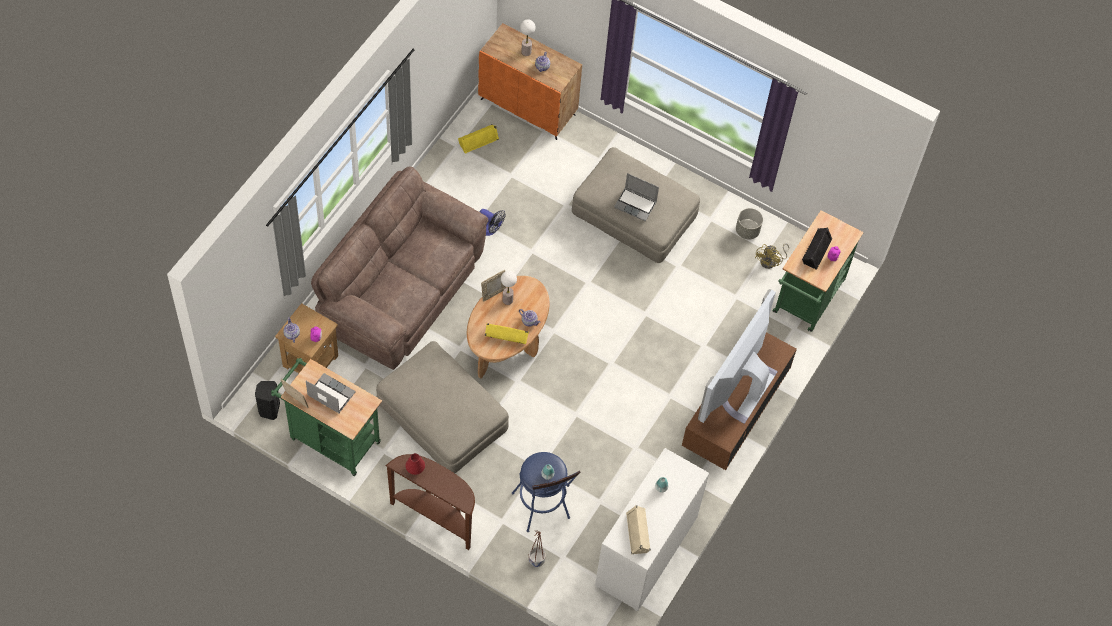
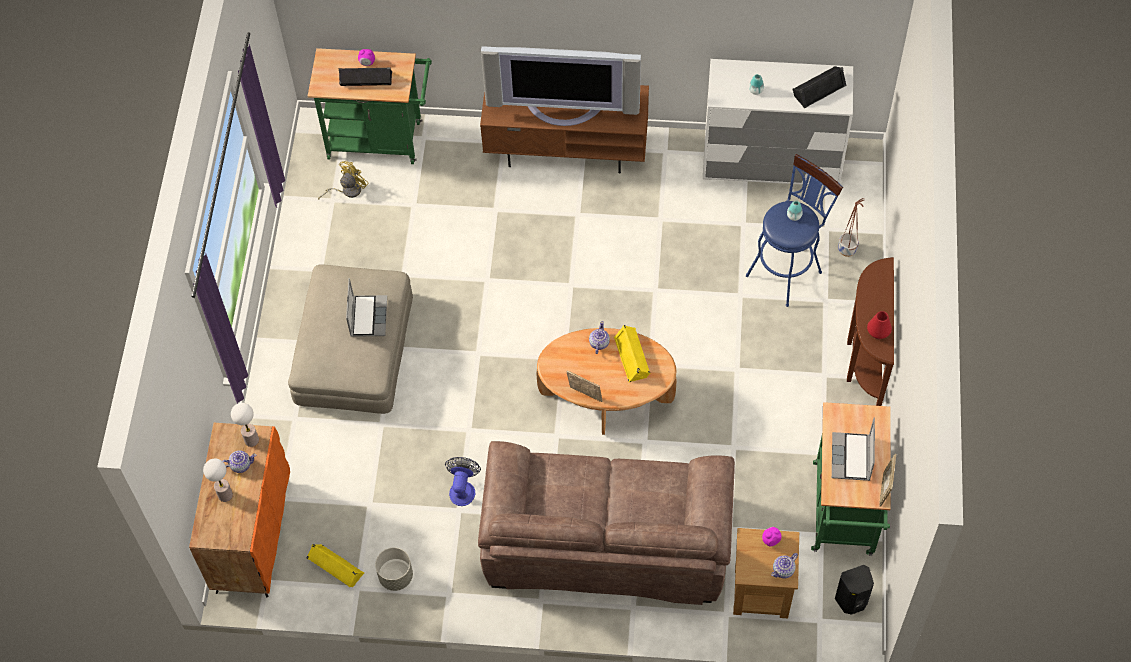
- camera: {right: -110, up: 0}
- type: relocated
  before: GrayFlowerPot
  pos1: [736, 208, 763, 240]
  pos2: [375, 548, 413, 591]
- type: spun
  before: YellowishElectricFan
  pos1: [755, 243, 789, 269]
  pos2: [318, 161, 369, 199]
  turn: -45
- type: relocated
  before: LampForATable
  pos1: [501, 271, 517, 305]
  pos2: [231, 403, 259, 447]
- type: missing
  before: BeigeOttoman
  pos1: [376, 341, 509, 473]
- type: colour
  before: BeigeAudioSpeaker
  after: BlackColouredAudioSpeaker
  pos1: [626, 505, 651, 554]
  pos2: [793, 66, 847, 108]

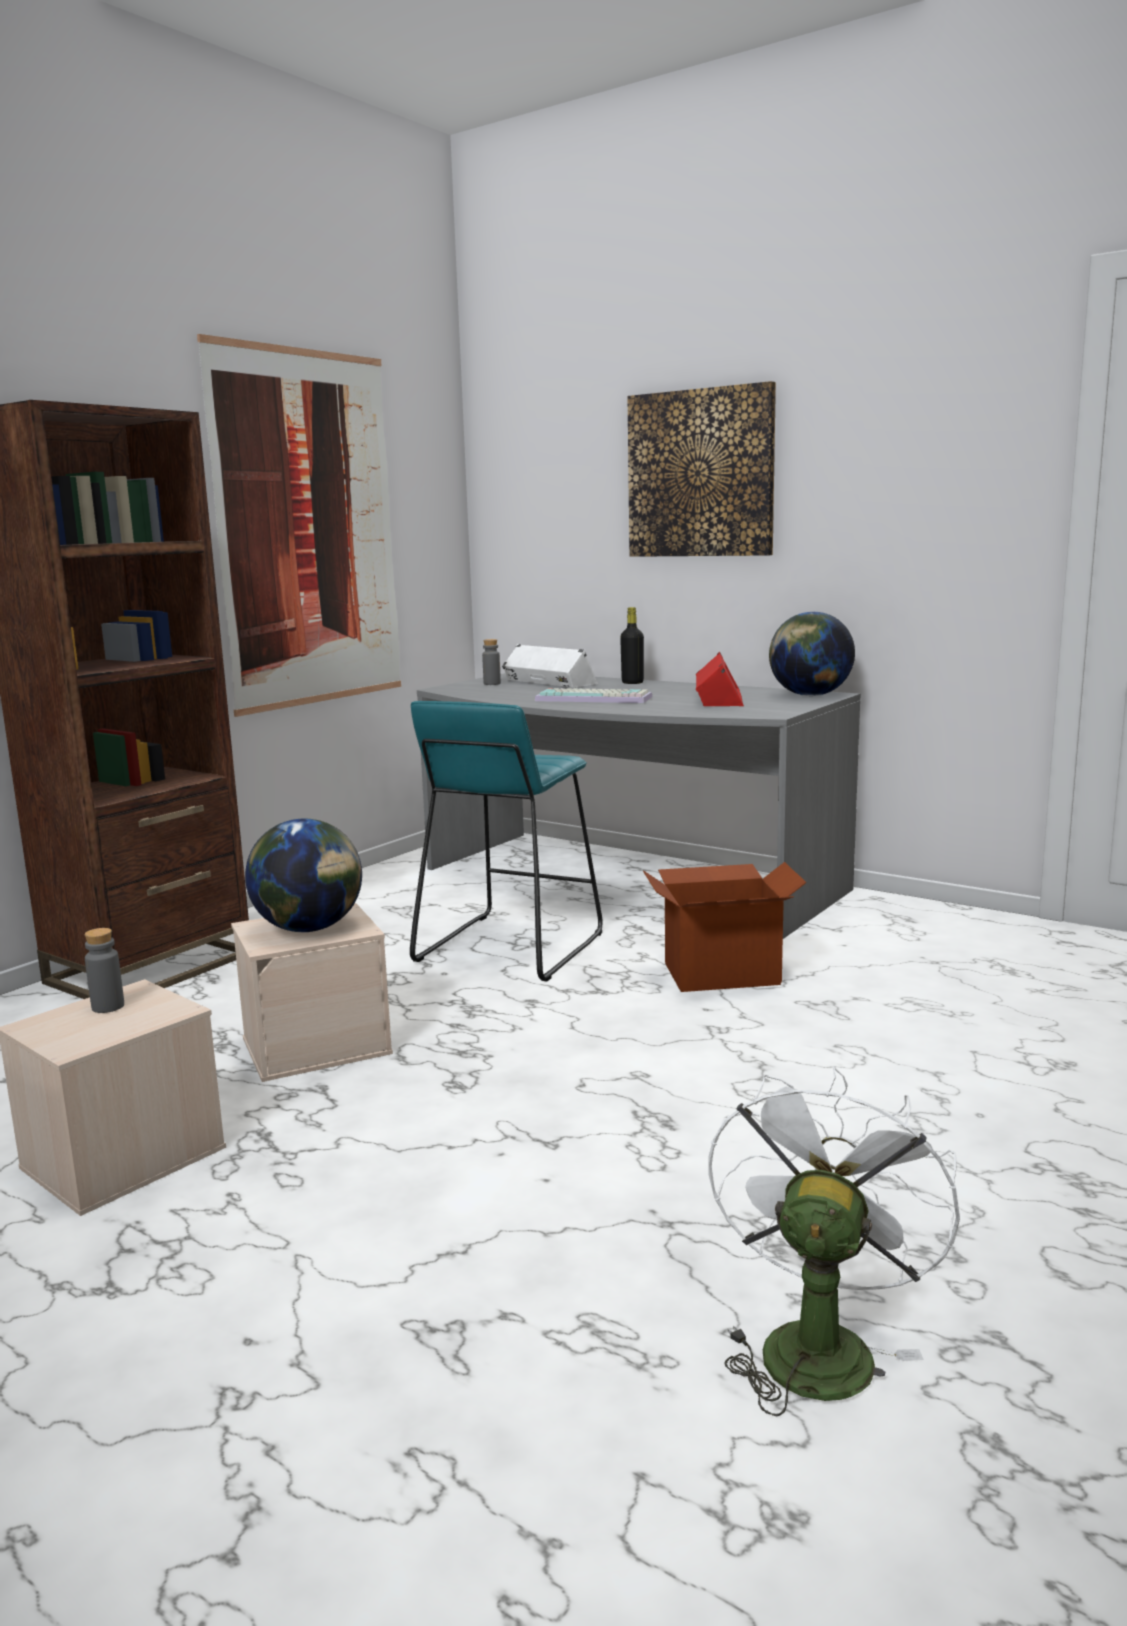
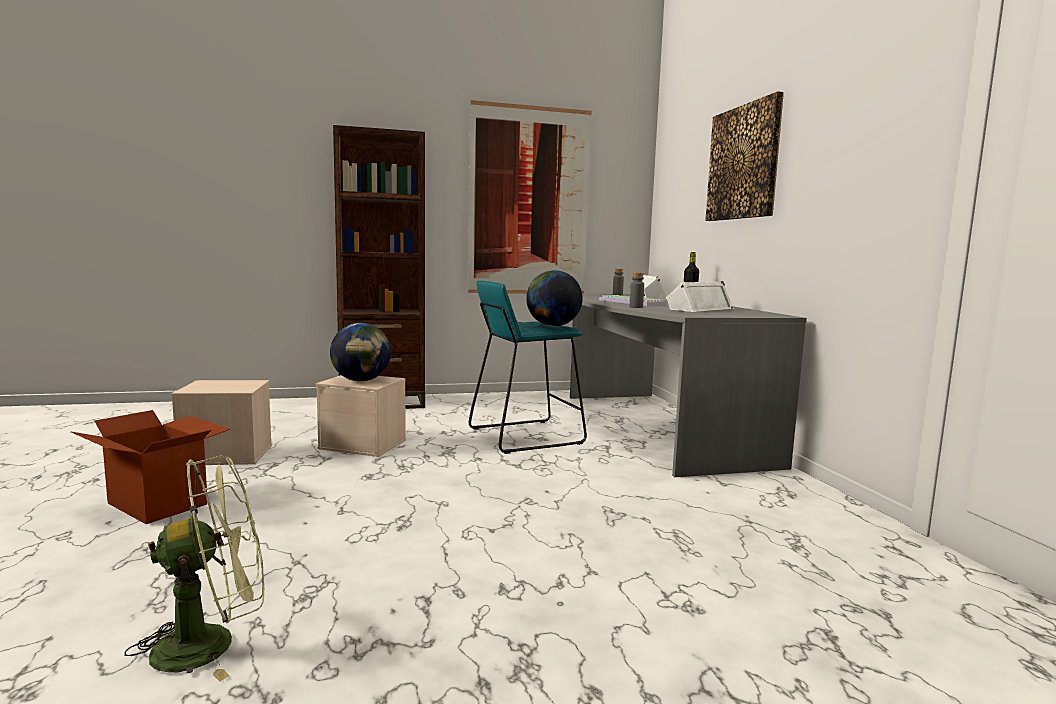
- camera: {right: 40, up: -5}
- type: relocated
  before: Globe
  pos1: [769, 612, 855, 696]
  pos2: [526, 270, 583, 326]
- type: colour
  before: RedColouredAudioSpeaker
  after: WhiteColouredAudioSpeaker
  pos1: [696, 652, 744, 706]
  pos2: [666, 281, 734, 312]
- type: relocated
  before: CardboardBox
  pos1: [643, 862, 807, 992]
  pos2: [70, 410, 231, 524]
- type: relocated
  before: GrayBeverageBottle
  pos1: [85, 928, 124, 1013]
  pos2: [630, 273, 644, 308]
- type: colour
  before: WhiteColouredElectricFan
  after: GreenElectricFan
  pos1: [709, 1066, 960, 1416]
  pos2: [124, 455, 264, 682]

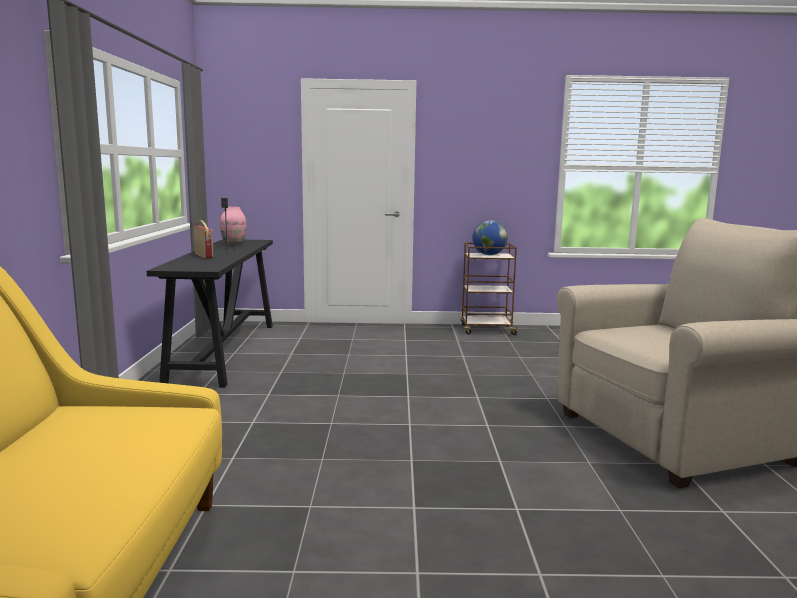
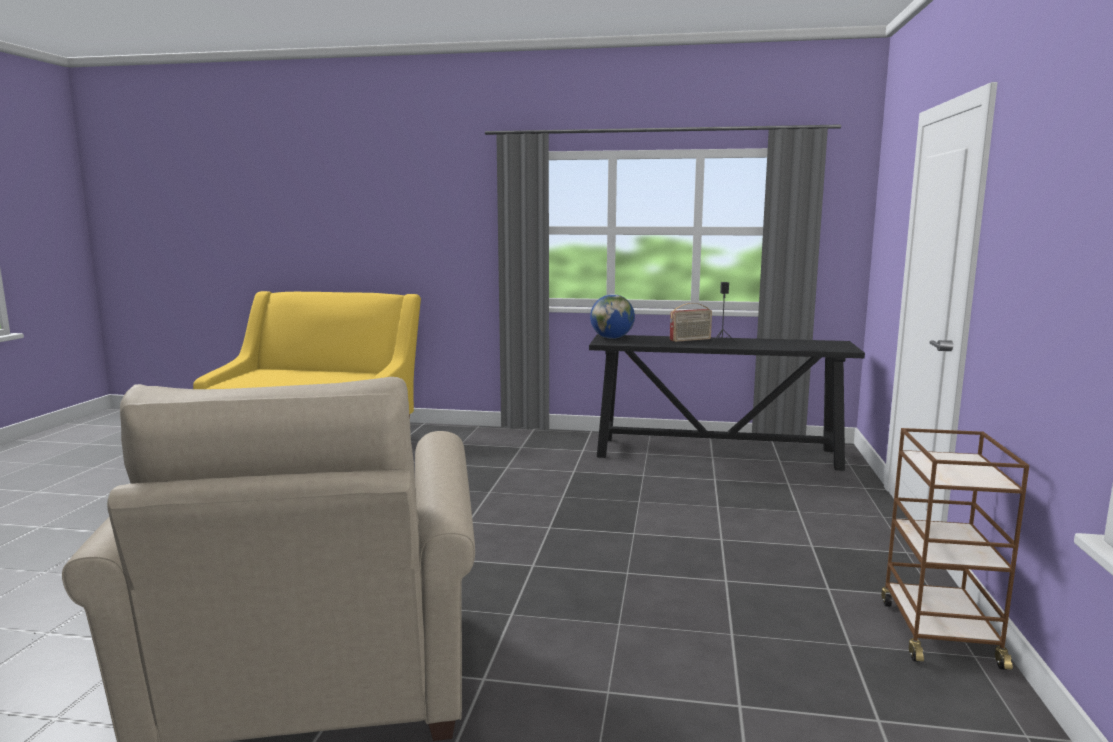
- camera: {right: 100, up: 0}
- type: missing
  before: PinkishFlowerVase
  pos1: [220, 207, 247, 245]
- type: relocated
  before: Globe
  pos1: [472, 220, 508, 255]
  pos2: [590, 294, 635, 339]

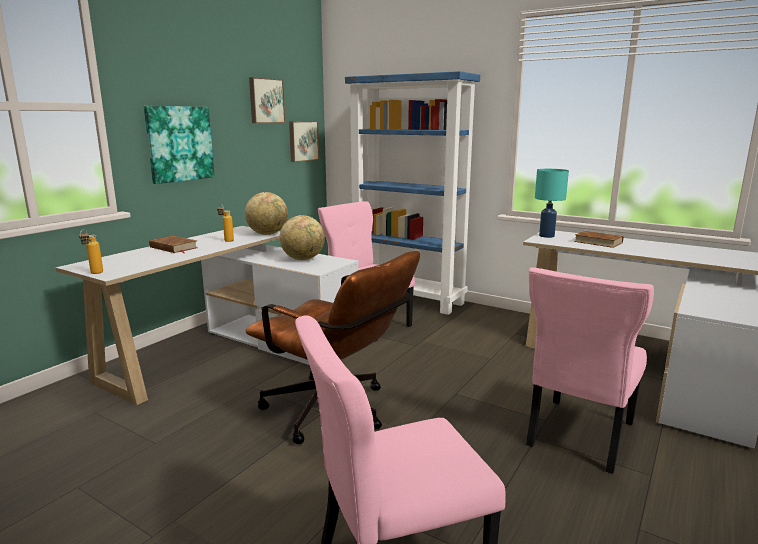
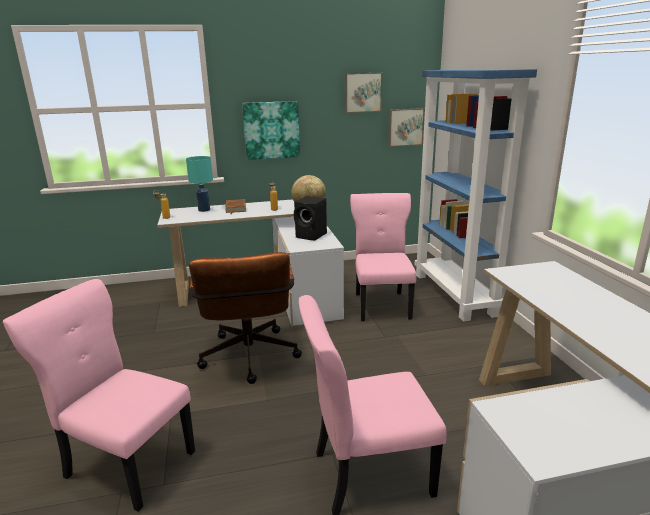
- camera: {right: 45, up: 5}
- type: relocated
  before: BlueGreenLampForATable
  pos1: [535, 169, 569, 238]
  pos2: [186, 156, 213, 212]
- type: exchanged
  before: Globe
  after: BlackColouredAudioSpeaker
  pos1: [280, 215, 325, 260]
  pos2: [294, 196, 327, 240]
- type: missing
  before: BrownColouredBook
  pos1: [574, 231, 624, 248]

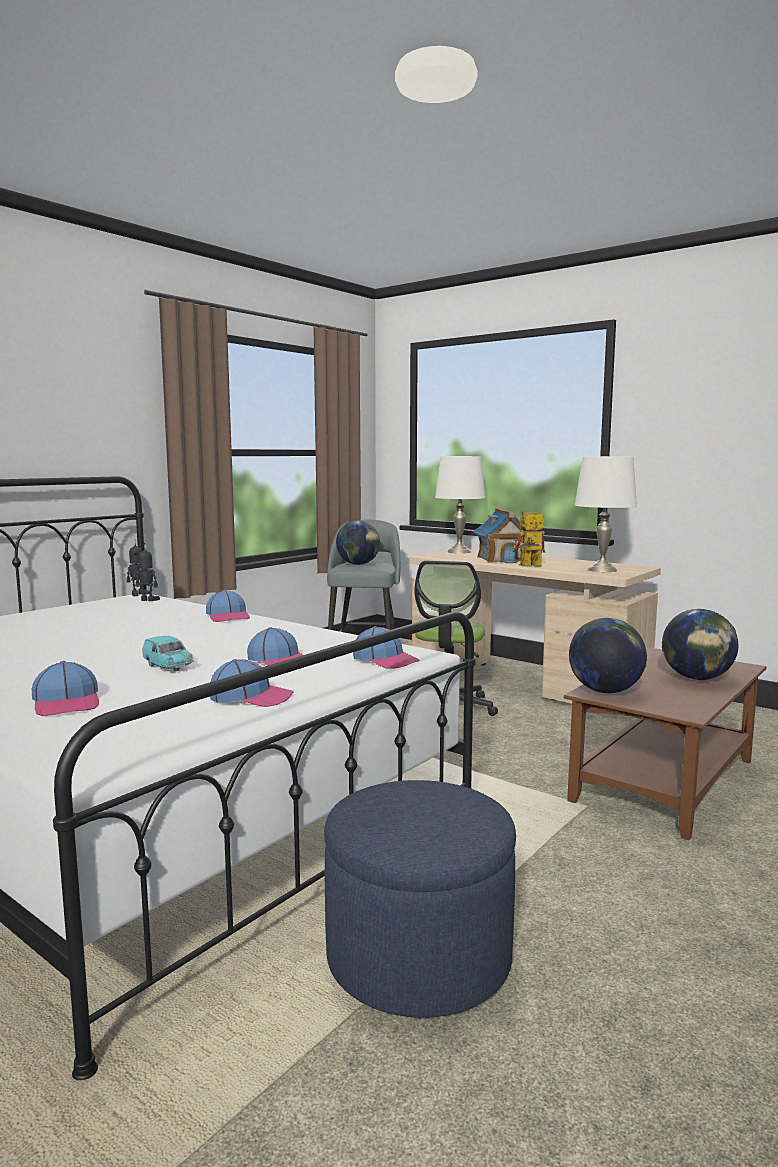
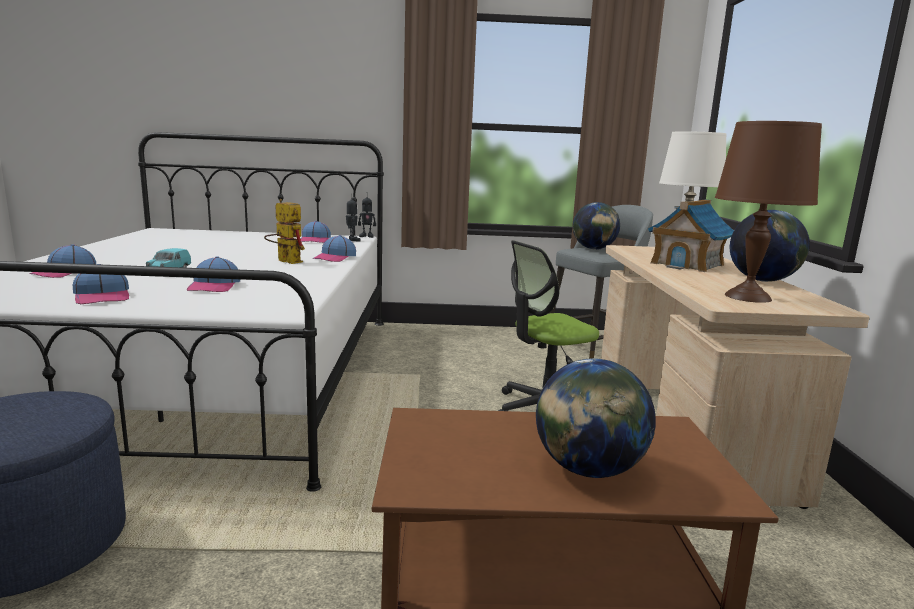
- camera: {right: 50, up: 5}
- type: colour
  before: WhiteColouredLampForATable
  after: BrownColouredLampForATable
  pos1: [575, 456, 637, 572]
  pos2: [715, 121, 822, 303]
- type: relocated
  before: RobotFigure
  pos1: [512, 510, 545, 567]
  pos2: [264, 199, 305, 264]
- type: relocated
  before: Globe
  pos1: [569, 618, 647, 693]
  pos2: [730, 210, 810, 282]
- type: relocated
  before: Cap
  pos1: [353, 626, 420, 668]
  pos2: [301, 221, 331, 243]

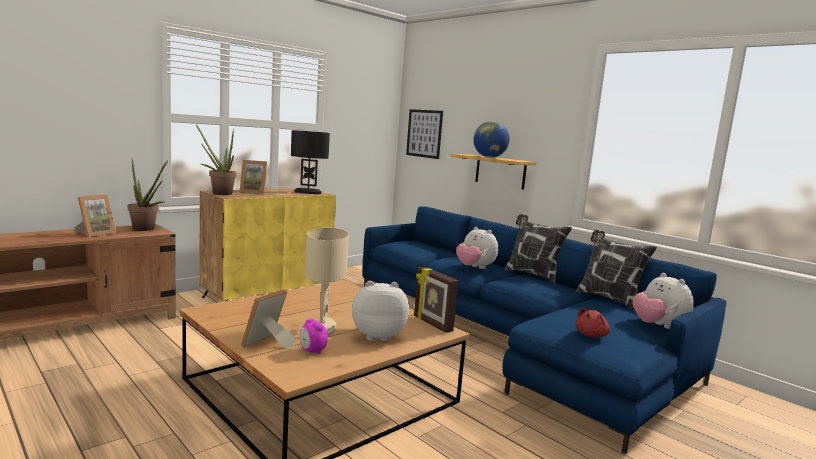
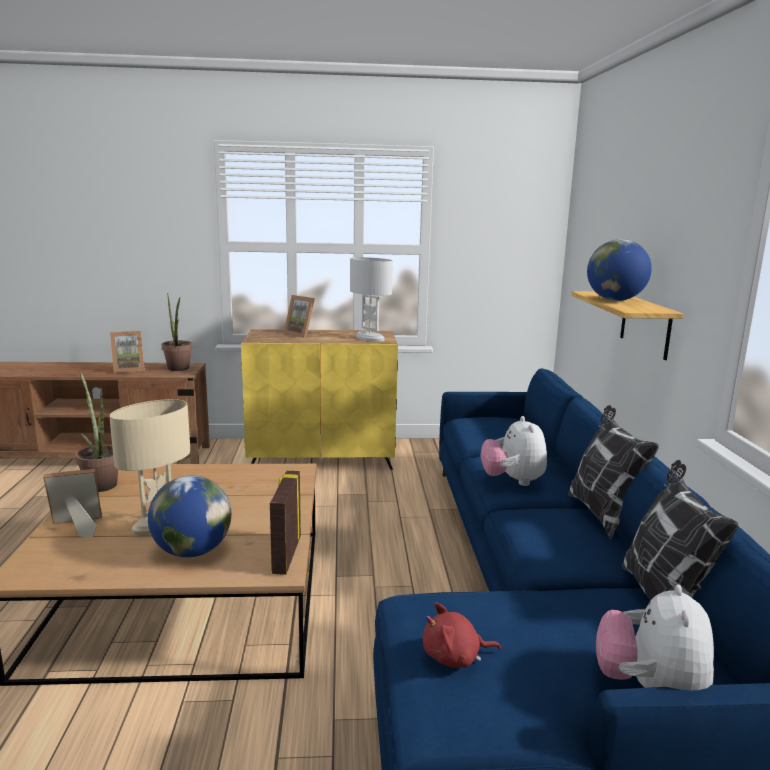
- camera: {right: 40, up: 5}
- type: missing
  before: Picture
  pos1: [406, 109, 443, 159]
- type: relocated
  before: PlantInAPot
  pos1: [196, 125, 236, 195]
  pos2: [75, 371, 118, 492]
- type: colour
  before: BlackColouredLampForATable
  after: WhiteColouredLampForATable
  pos1: [291, 130, 330, 194]
  pos2: [350, 257, 393, 342]
- type: exchanged
  before: PlushToy
  after: Globe
  pos1: [352, 281, 409, 341]
  pos2: [148, 476, 231, 557]
- type: missing
  before: TableClock
  pos1: [300, 319, 328, 354]

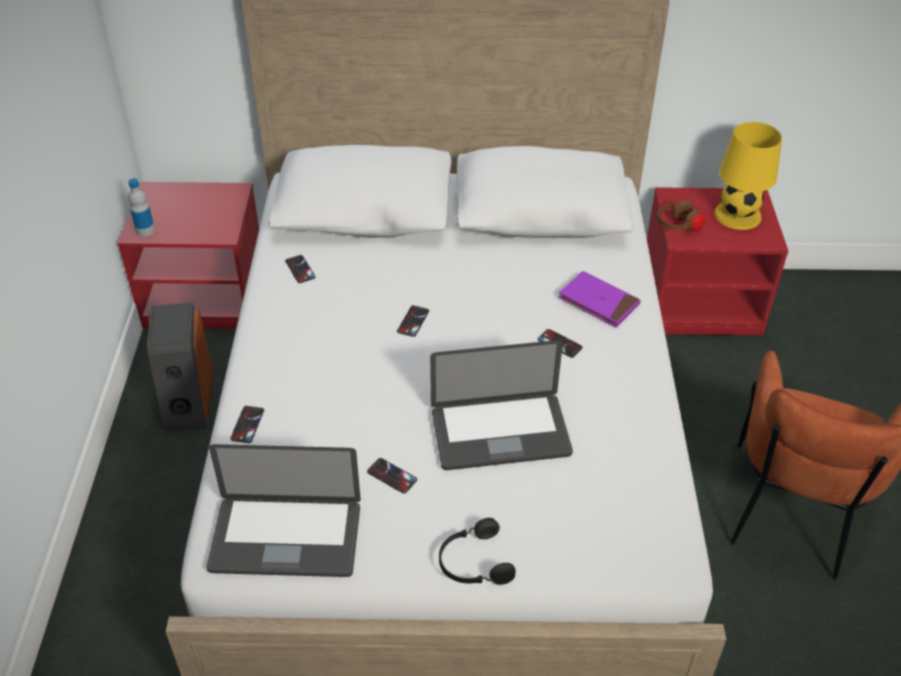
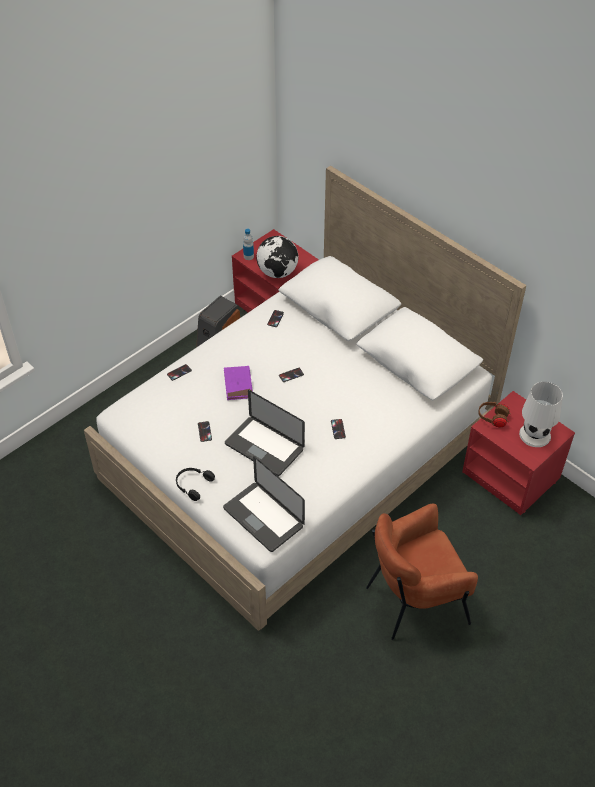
- camera: {right: 45, up: 5}
- type: colour
  before: YellowishLampForATable
  after: WhiteColouredLampForATable
  pos1: [714, 122, 782, 230]
  pos2: [519, 382, 563, 447]
- type: relocated
  before: PurpleBook
  pos1: [558, 271, 641, 328]
  pos2: [224, 366, 253, 400]
- type: relocated
  before: PortableComputer
  pos1: [207, 444, 361, 577]
  pos2: [223, 456, 305, 552]
- type: appeared
  after: Globe
  pos2: [256, 236, 299, 278]

